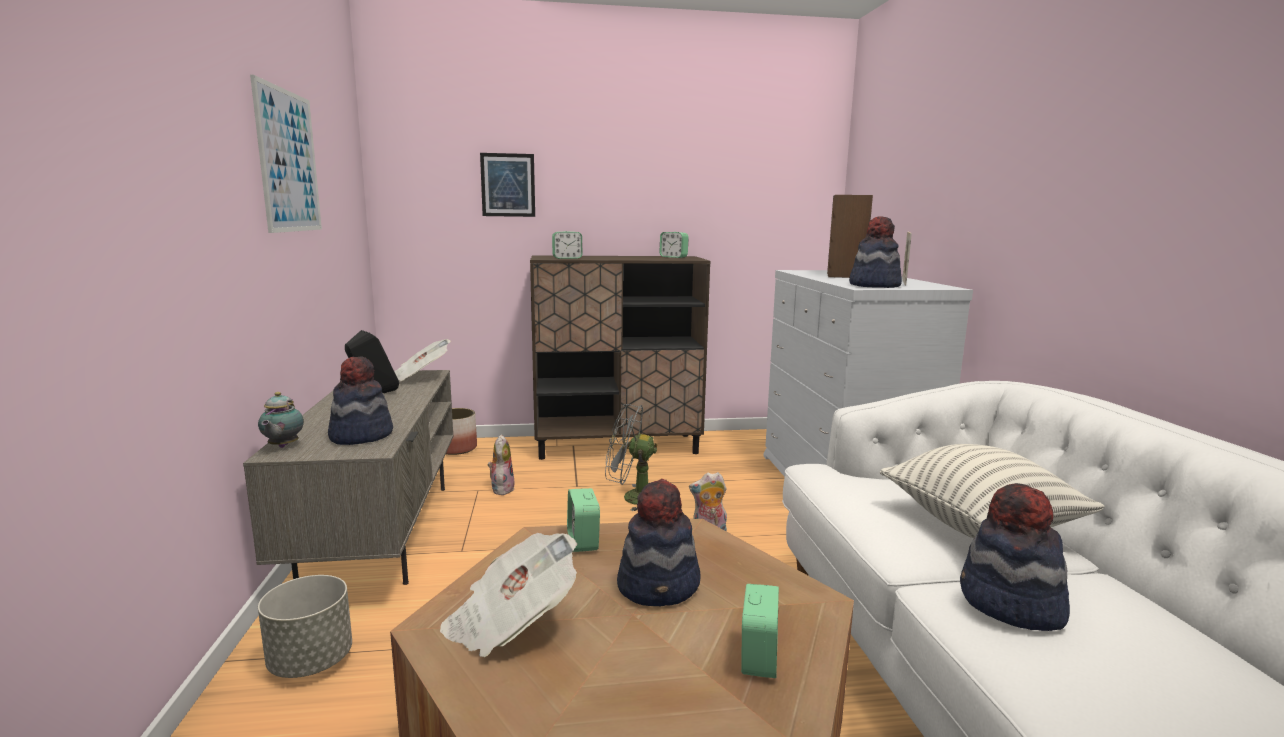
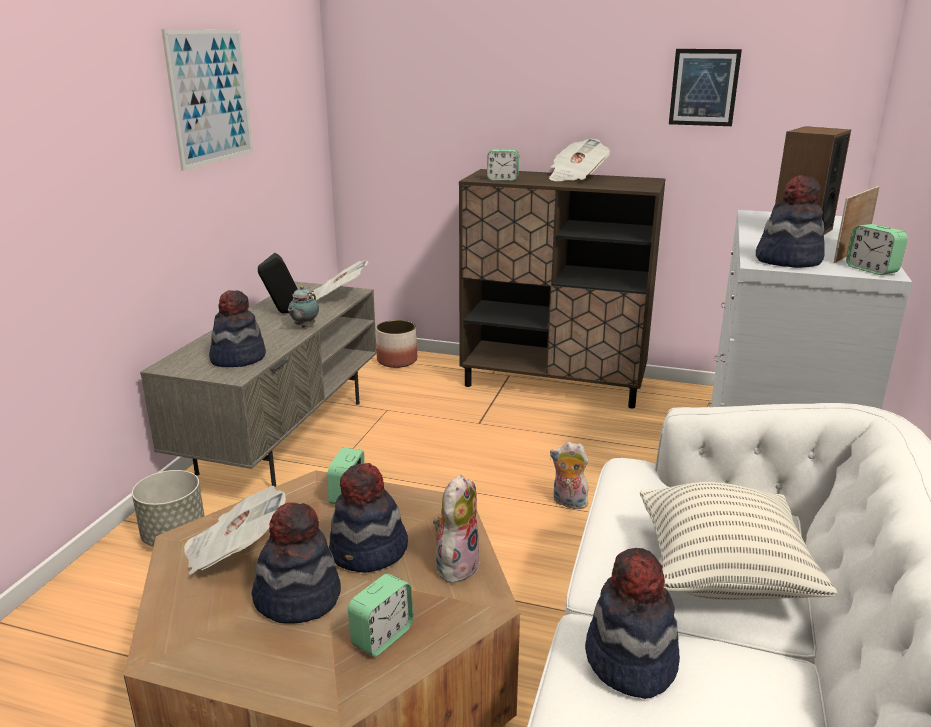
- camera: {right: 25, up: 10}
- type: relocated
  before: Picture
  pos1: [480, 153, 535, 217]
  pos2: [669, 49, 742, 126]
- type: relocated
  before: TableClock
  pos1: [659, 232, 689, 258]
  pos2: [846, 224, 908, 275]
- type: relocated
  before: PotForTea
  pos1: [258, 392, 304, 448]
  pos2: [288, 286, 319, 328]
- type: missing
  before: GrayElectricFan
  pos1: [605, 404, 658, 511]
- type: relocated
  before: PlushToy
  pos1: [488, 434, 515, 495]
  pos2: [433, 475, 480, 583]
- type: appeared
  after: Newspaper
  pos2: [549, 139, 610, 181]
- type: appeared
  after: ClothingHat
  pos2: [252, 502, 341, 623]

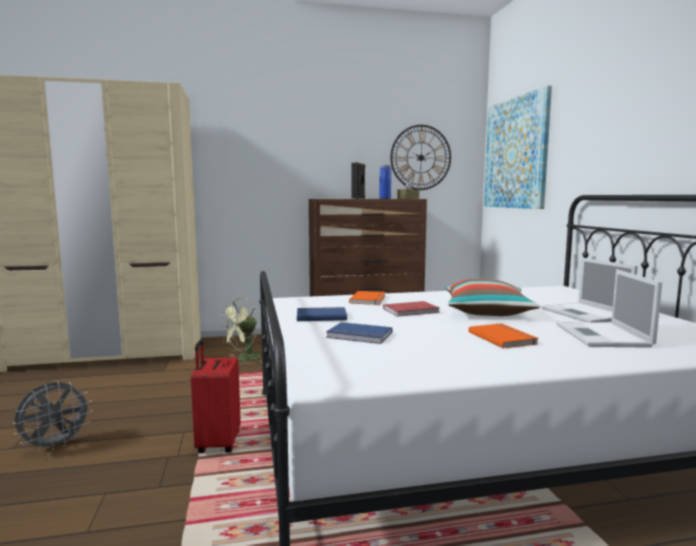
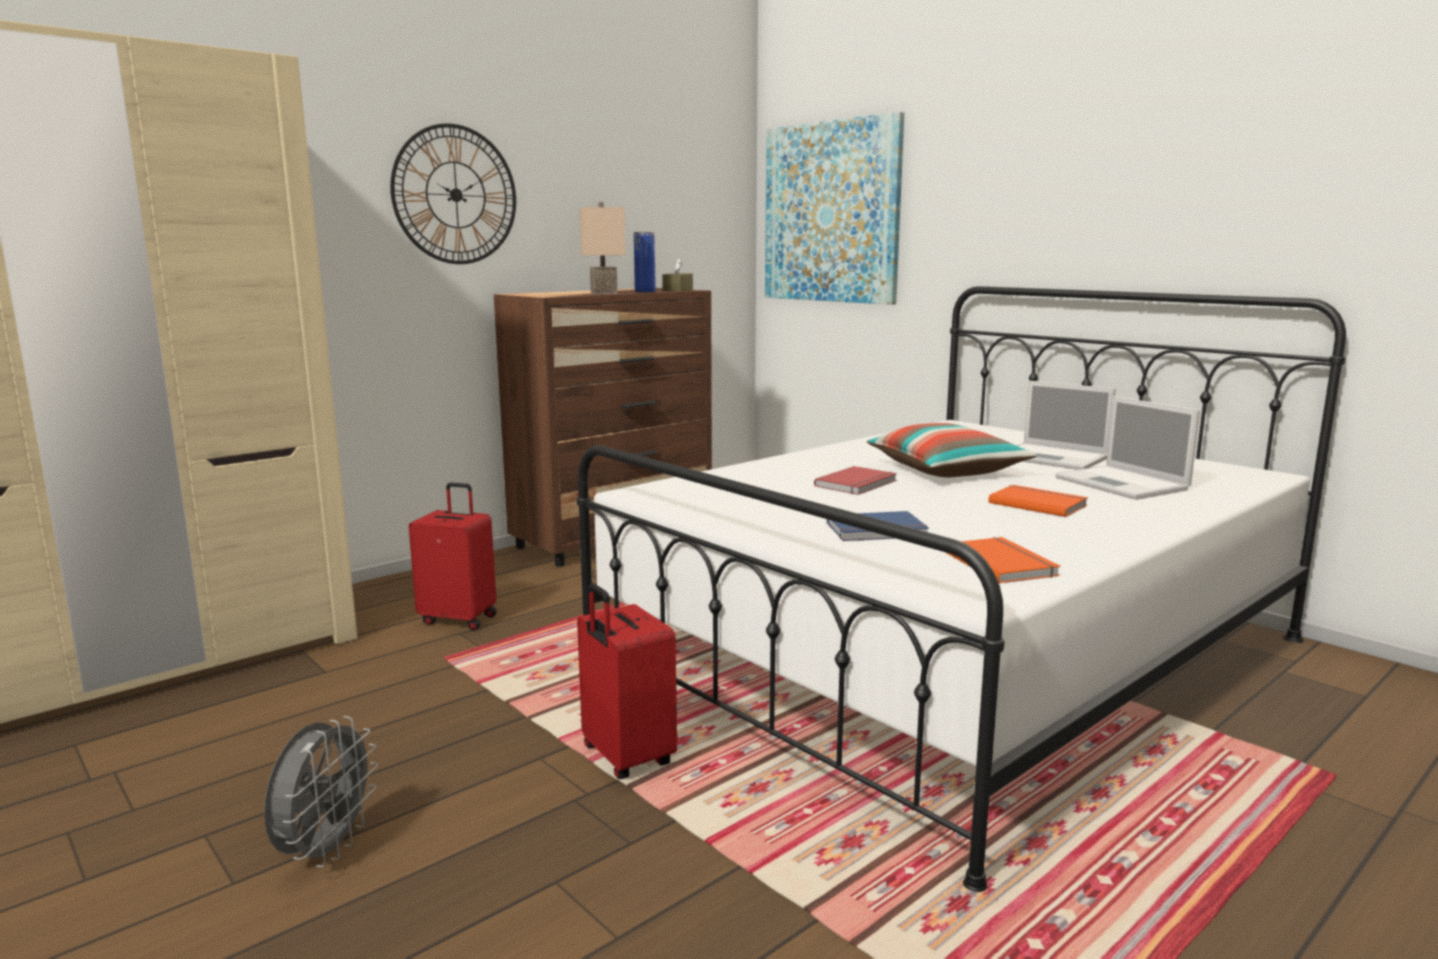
- camera: {right: -30, up: 5}
- type: relocated
  before: HangingClock
  pos1: [390, 125, 451, 190]
  pos2: [390, 123, 516, 264]
- type: exchanged
  before: BlackColouredAudioSpeaker
  after: BeigeLampForATable
  pos1: [351, 162, 365, 199]
  pos2: [580, 202, 625, 294]
- type: relocated
  before: OrangeColouredBook
  pos1: [349, 291, 385, 305]
  pos2: [945, 537, 1060, 583]
- type: exchanged
  before: GreenElectricFan
  after: RedColouredSuitcase
  pos1: [219, 298, 262, 363]
  pos2: [409, 483, 497, 630]
- type: missing
  before: BluishBook
  pos1: [297, 307, 347, 321]

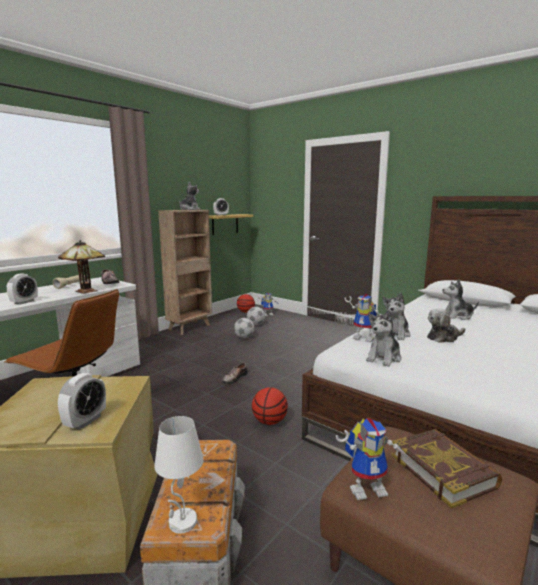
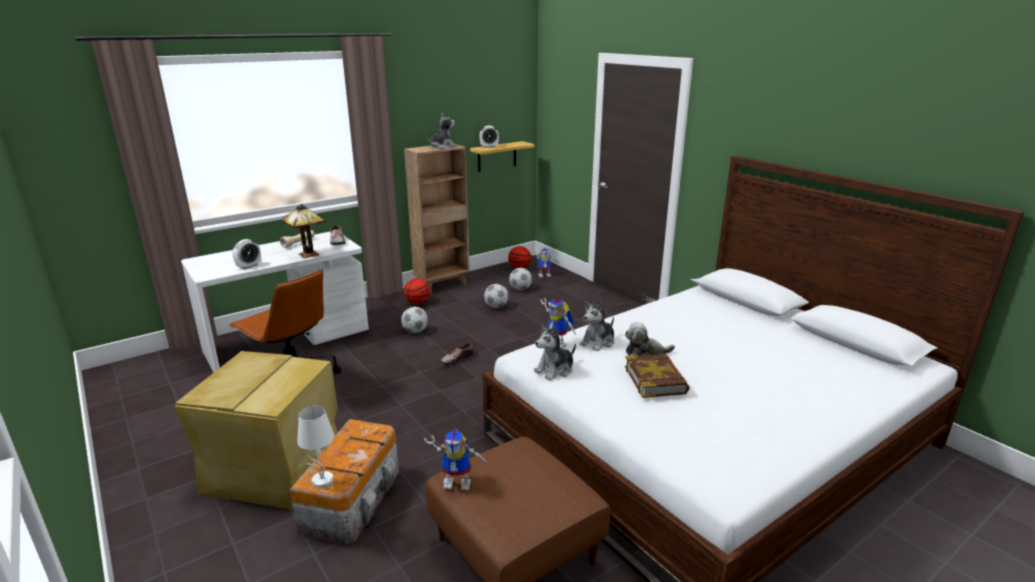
- camera: {right: 15, up: 10}
- type: missing
  before: PlushToy
  pos1: [442, 280, 479, 320]
- type: missing
  before: TableClock
  pos1: [58, 373, 106, 430]
- type: relocated
  before: BasketballBall
  pos1: [252, 387, 288, 425]
  pos2: [404, 278, 430, 304]
- type: relocated
  before: Book
  pos1: [392, 429, 502, 508]
  pos2: [625, 354, 690, 398]
- type: appeared
  after: BallForFootball
  pos2: [401, 307, 428, 333]

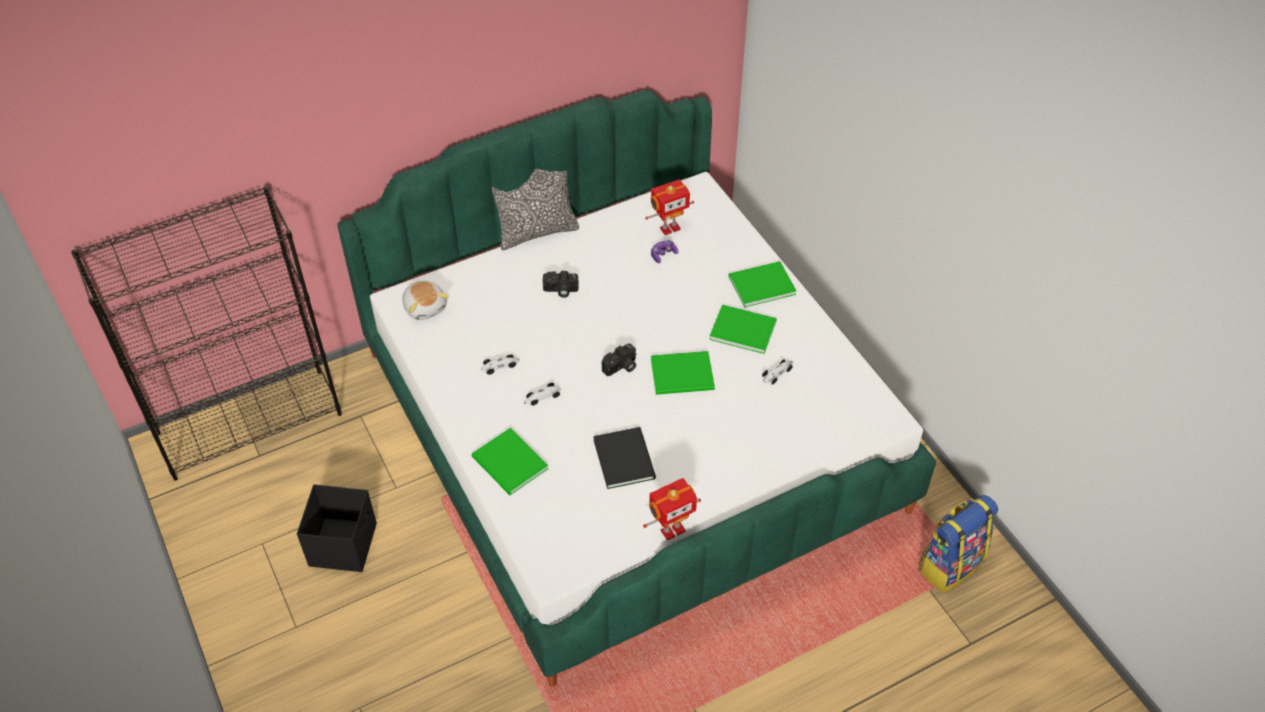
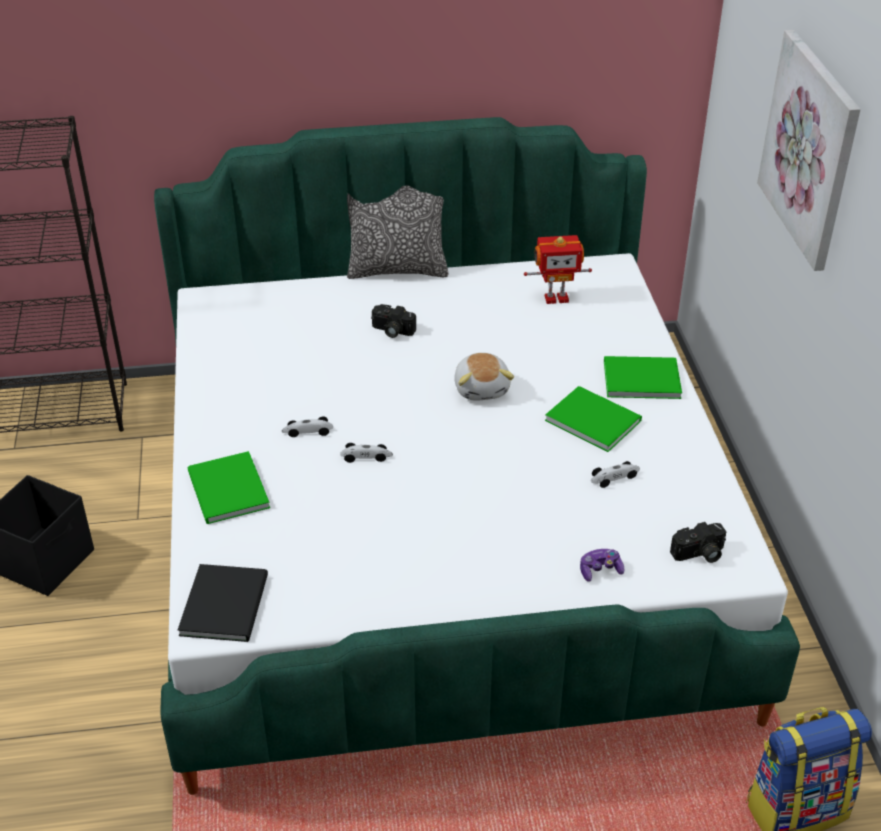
- camera: {right: 20, up: -10}
- type: relocated
  before: GameController
  pos1: [651, 240, 678, 263]
  pos2: [580, 549, 624, 582]
- type: relocated
  before: PlushToy
  pos1: [403, 281, 449, 320]
  pos2: [454, 353, 514, 401]
- type: relocated
  before: PhotoCamera
  pos1: [602, 343, 636, 376]
  pos2: [670, 522, 726, 563]
- type: missing
  before: GreenBook
  pos1: [651, 351, 715, 395]
- type: relocated
  before: MiniatureCar
  pos1: [481, 355, 520, 375]
  pos2: [340, 443, 393, 463]
- type: relocated
  before: BlackColouredBook
  pos1: [593, 427, 656, 489]
  pos2: [178, 564, 268, 642]
- type: missing
  before: RobotFigure
  pos1: [643, 478, 701, 540]
- type: appeared
  after: Picture
  pos2: [757, 30, 861, 271]

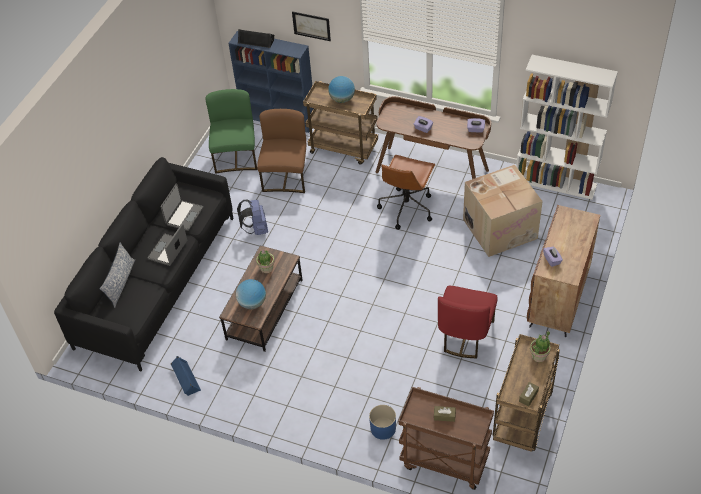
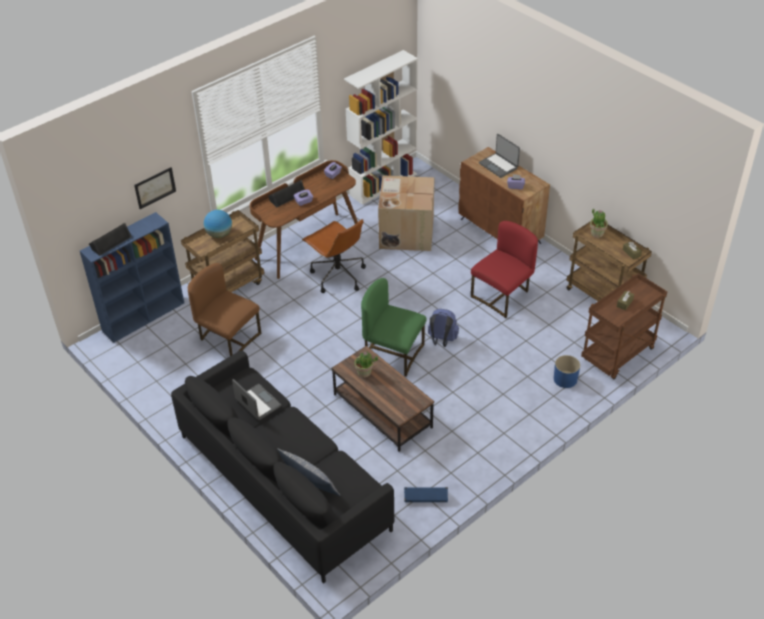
- camera: {right: -65, up: -5}
- type: relocated
  before: GreenChair
  pos1: [205, 89, 257, 174]
  pos2: [361, 278, 427, 377]
- type: relocated
  before: BluishKnapsack
  pos1: [237, 200, 268, 235]
  pos2: [428, 309, 459, 347]
- type: relocated
  before: PortableComputer
  pos1: [148, 224, 187, 266]
  pos2: [479, 134, 520, 178]
- type: missing
  before: Globe
  pos1: [236, 279, 266, 310]
- type: spun
  before: RedColouredChair
  pos1: [438, 286, 498, 358]
  pos2: [471, 221, 538, 318]
  turn: -90
- type: appeared
  after: BlackColouredAudioSpeaker
  pos2: [268, 180, 305, 207]

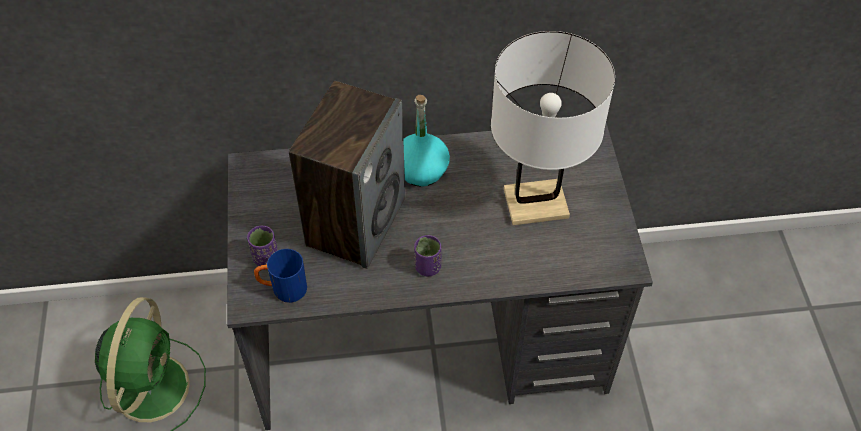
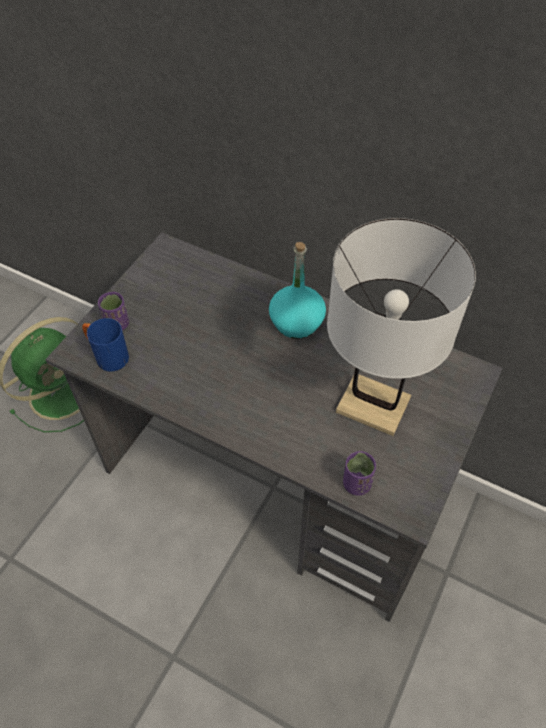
- camera: {right: 35, up: 0}
- type: missing
  before: AudioSpeaker
  pos1: [289, 81, 405, 269]
- type: relocated
  before: PurpleSmallCup
  pos1: [414, 235, 441, 276]
  pos2: [343, 451, 376, 496]

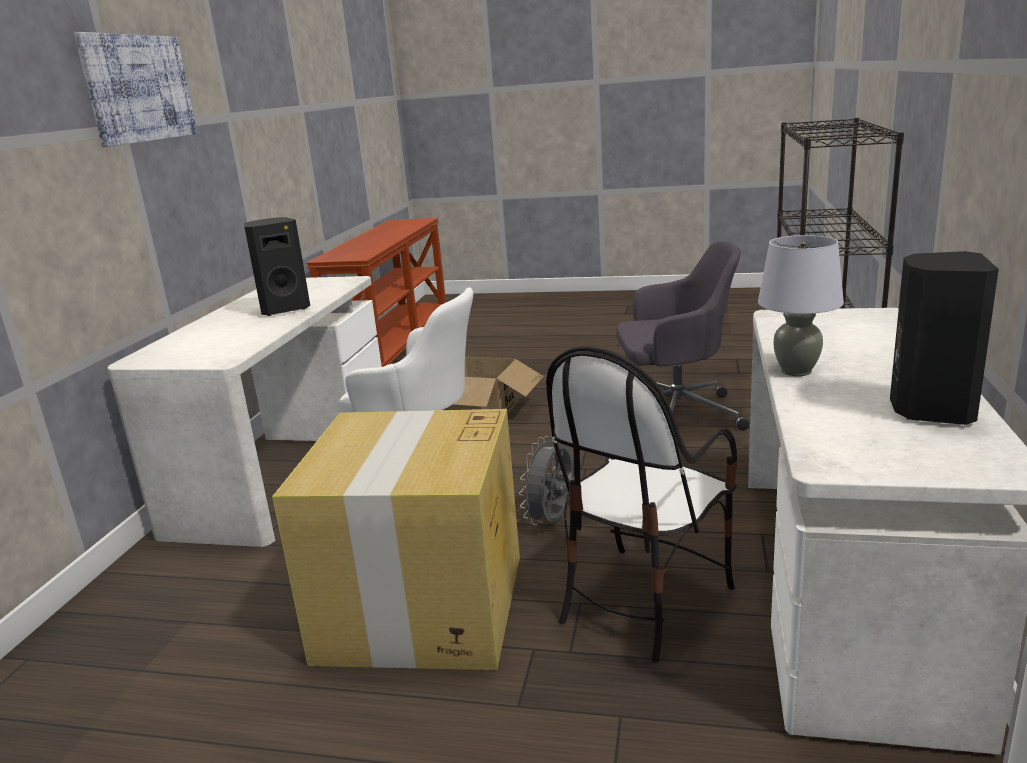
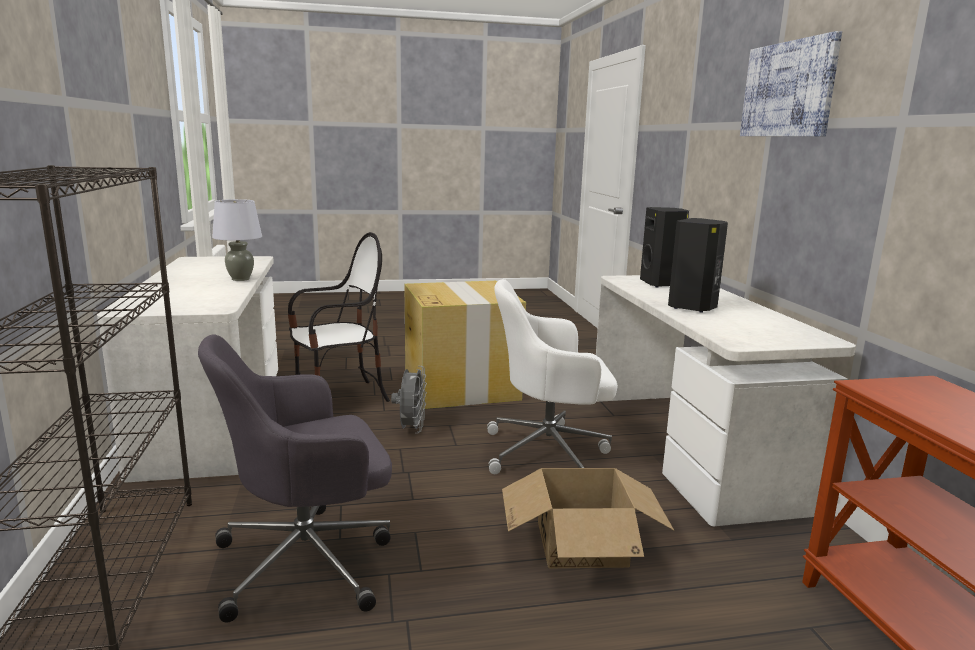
- camera: {right: 155, up: -5}
- type: relocated
  before: BlackColouredAudioSpeaker
  pos1: [890, 251, 999, 425]
  pos2: [640, 207, 689, 287]
- type: spun
  before: Chair
  pos1: [546, 346, 737, 663]
  pos2: [288, 232, 390, 402]
  turn: 45

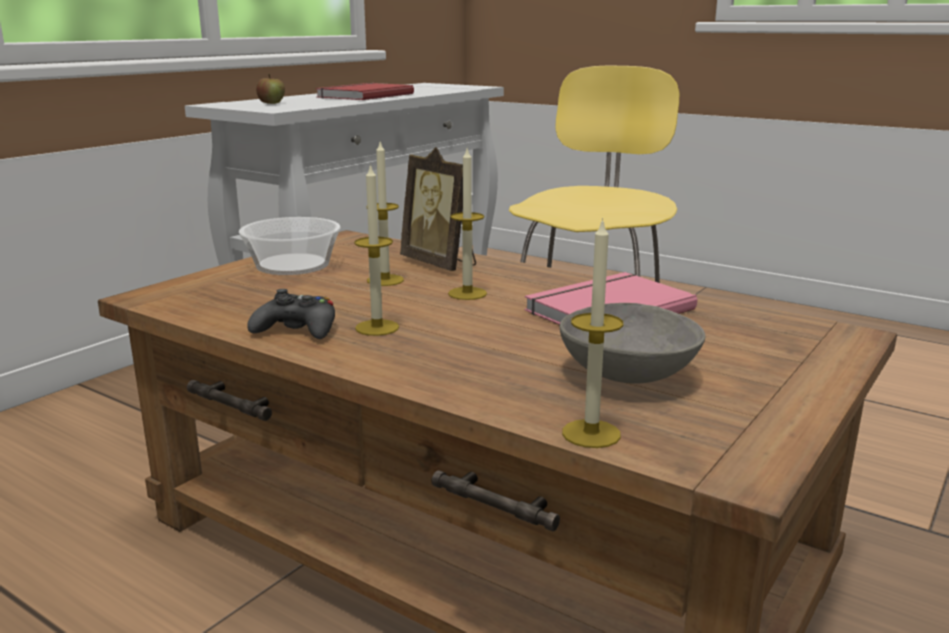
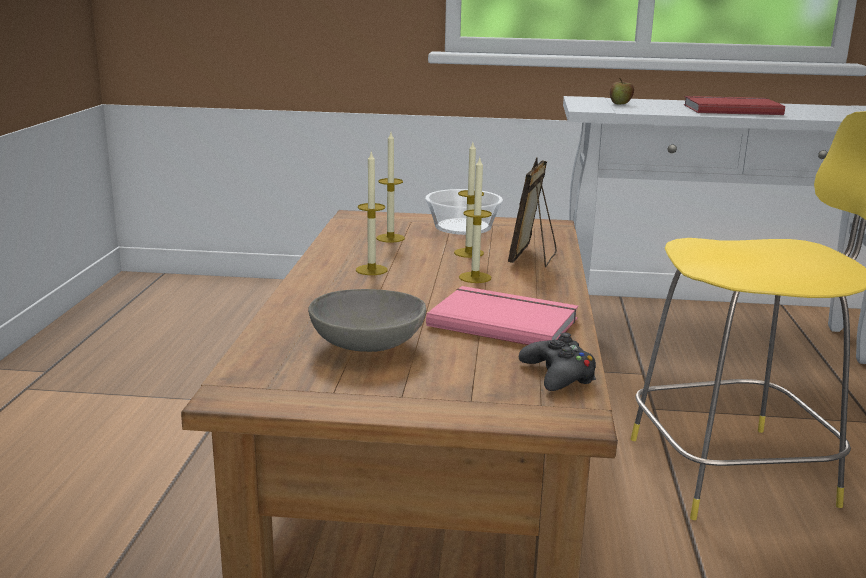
- camera: {right: 60, up: 0}
- type: relocated
  before: WaxLight
  pos1: [562, 218, 623, 448]
  pos2: [376, 132, 405, 243]
- type: relocated
  before: BlackColouredGameController
  pos1: [247, 289, 335, 339]
  pos2: [519, 333, 596, 391]

